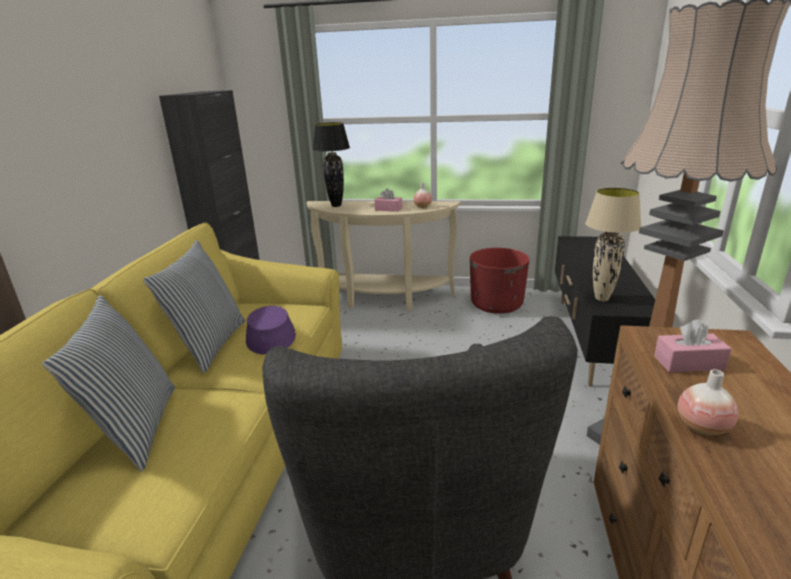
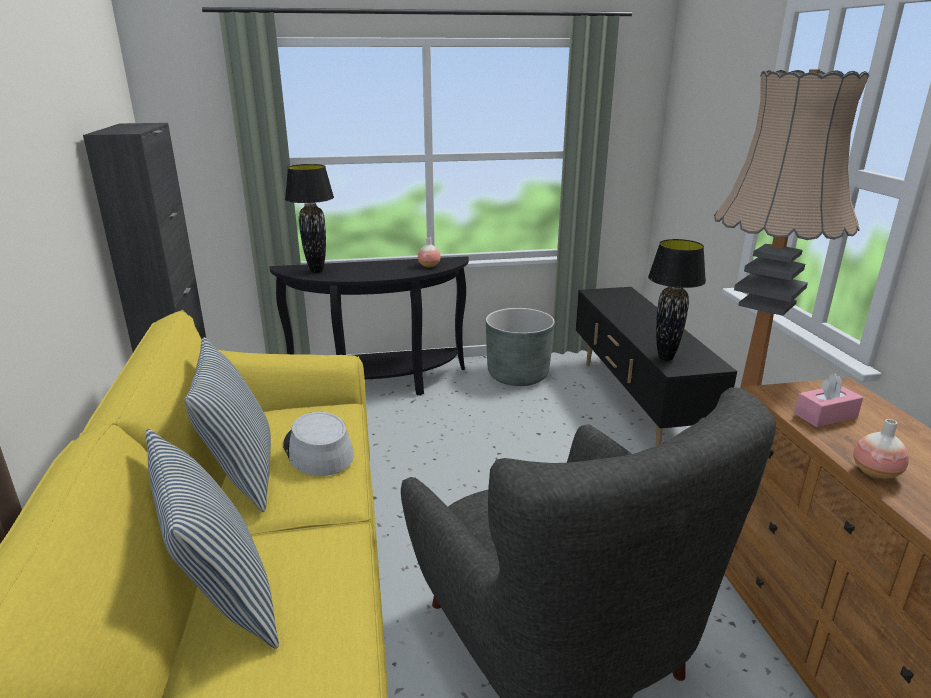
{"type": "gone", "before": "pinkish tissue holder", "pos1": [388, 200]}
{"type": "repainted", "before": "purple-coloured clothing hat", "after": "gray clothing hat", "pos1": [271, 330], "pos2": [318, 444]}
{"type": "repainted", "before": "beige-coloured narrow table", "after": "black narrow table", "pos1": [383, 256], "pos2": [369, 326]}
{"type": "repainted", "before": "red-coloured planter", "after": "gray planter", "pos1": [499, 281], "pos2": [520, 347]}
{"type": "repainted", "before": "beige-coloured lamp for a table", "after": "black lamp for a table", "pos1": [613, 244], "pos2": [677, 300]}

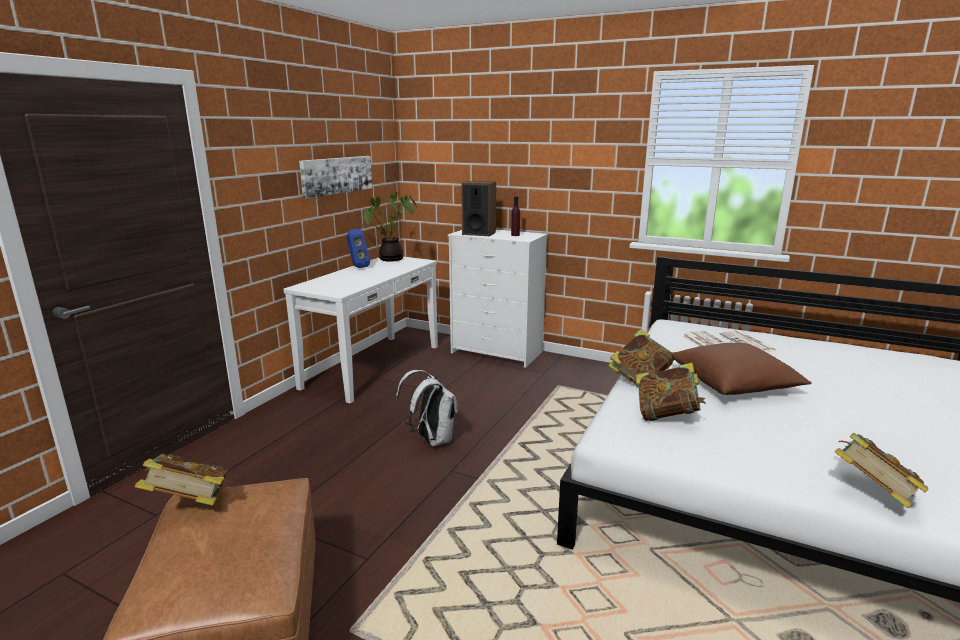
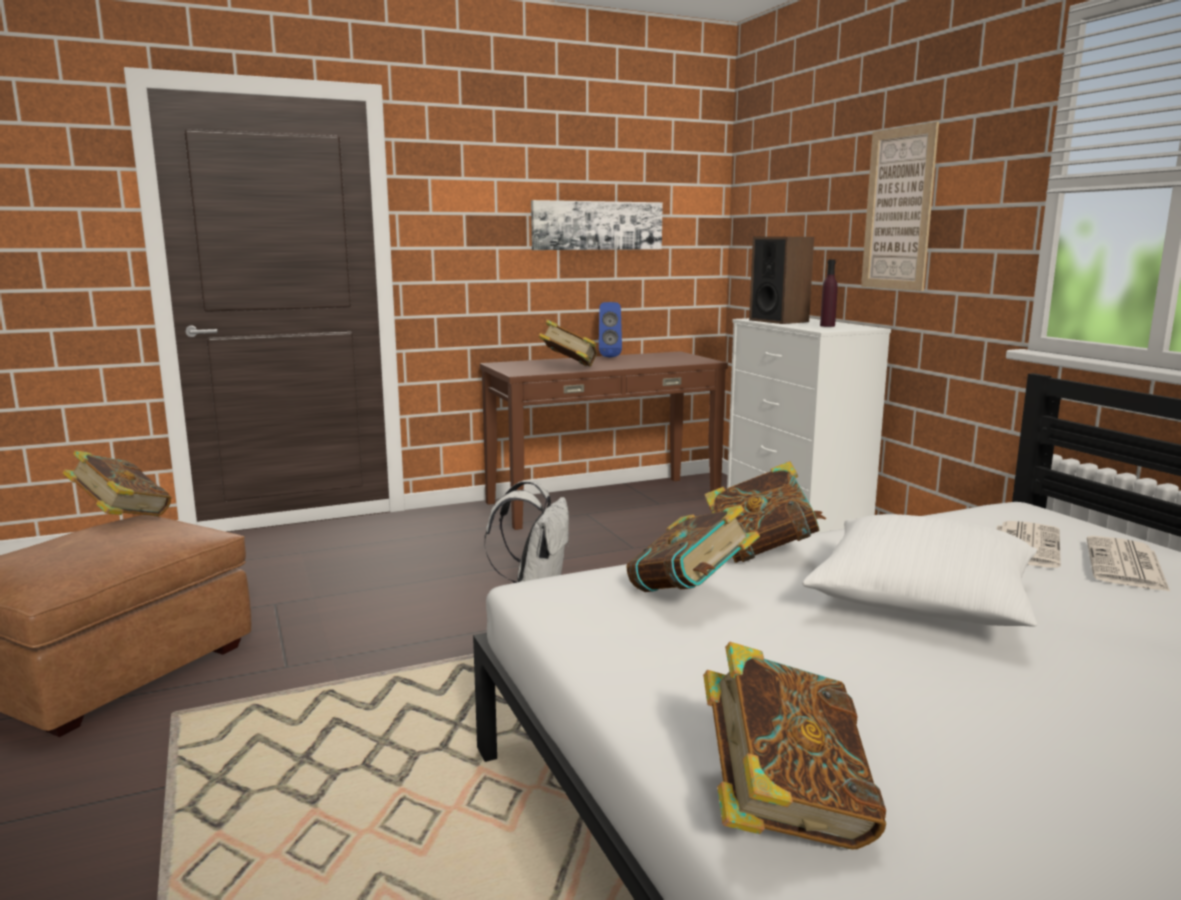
{"type": "gone", "before": "potted plant", "pos1": [389, 226]}
{"type": "new", "after": "bound book", "pos2": [567, 343]}
{"type": "new", "after": "wall picture", "pos2": [900, 206]}
{"type": "repainted", "before": "whitish narrow table", "after": "brownish narrow table", "pos1": [360, 330], "pos2": [604, 440]}
{"type": "repainted", "before": "brownish throw pillow", "after": "whitish throw pillow", "pos1": [742, 369], "pos2": [919, 570]}

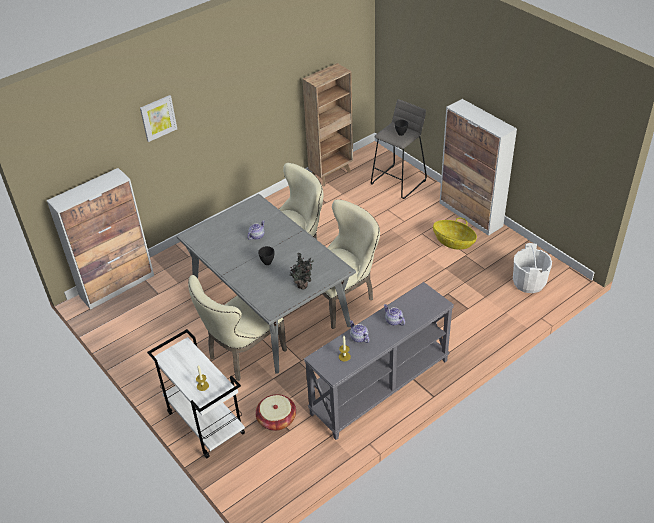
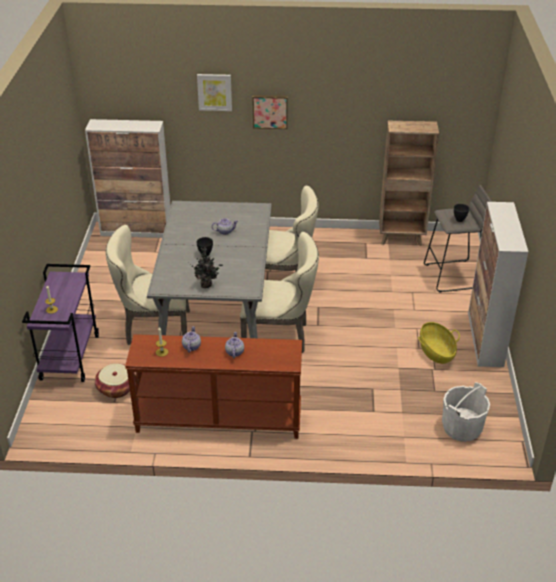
{"type": "new", "after": "wall picture", "pos2": [270, 112]}
{"type": "repainted", "before": "whitish trolley", "after": "purple-coloured trolley", "pos1": [196, 393], "pos2": [60, 323]}
{"type": "repainted", "before": "gray narrow table", "after": "brownish narrow table", "pos1": [379, 361], "pos2": [213, 386]}

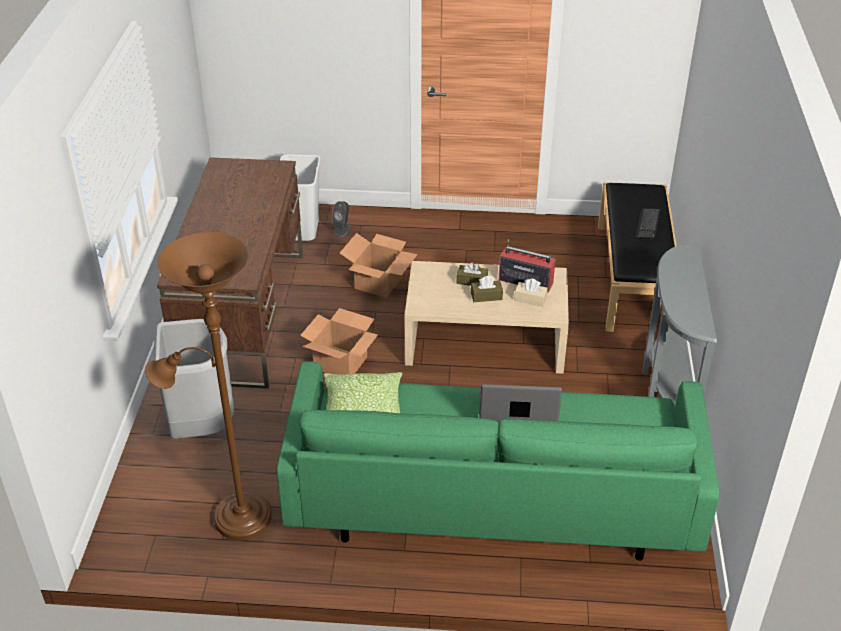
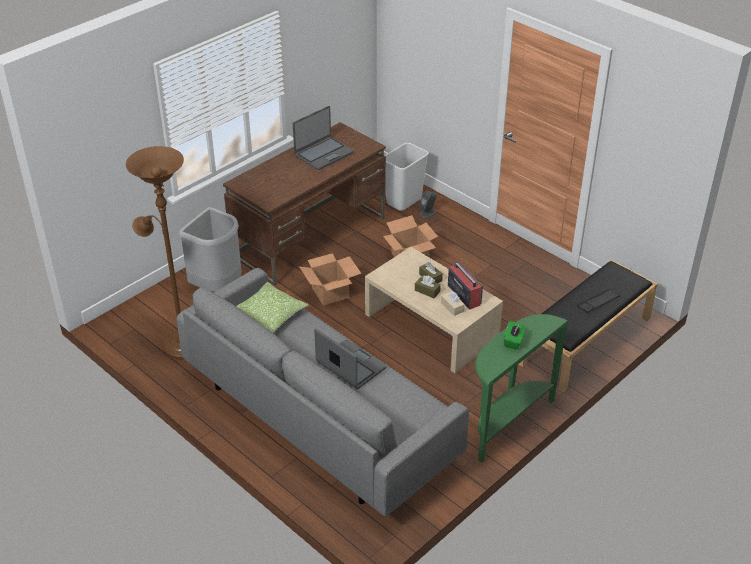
{"type": "new", "after": "laptop", "pos2": [323, 138]}
{"type": "new", "after": "greenish tissue holder", "pos2": [514, 335]}
{"type": "repainted", "before": "greenish sofa", "after": "gray sofa", "pos1": [498, 461], "pos2": [323, 392]}
{"type": "repainted", "before": "gray narrow table", "after": "greenish narrow table", "pos1": [679, 326], "pos2": [522, 388]}

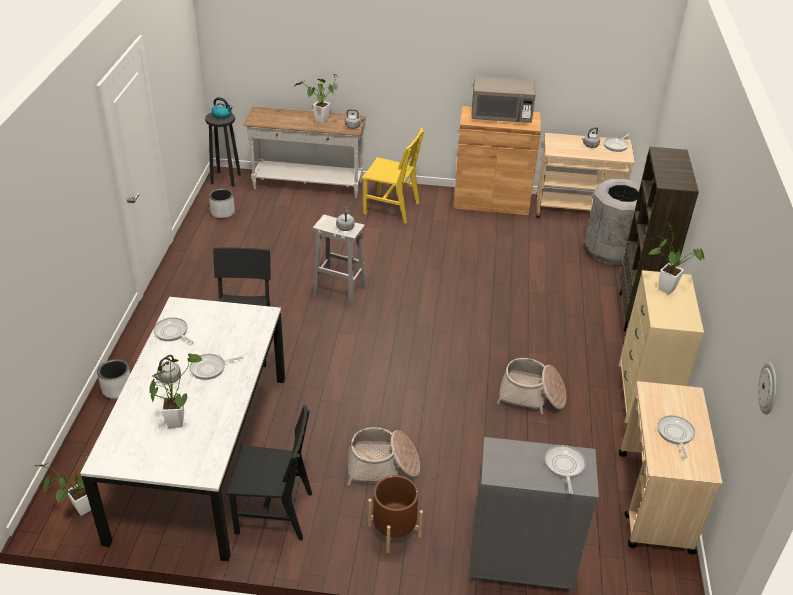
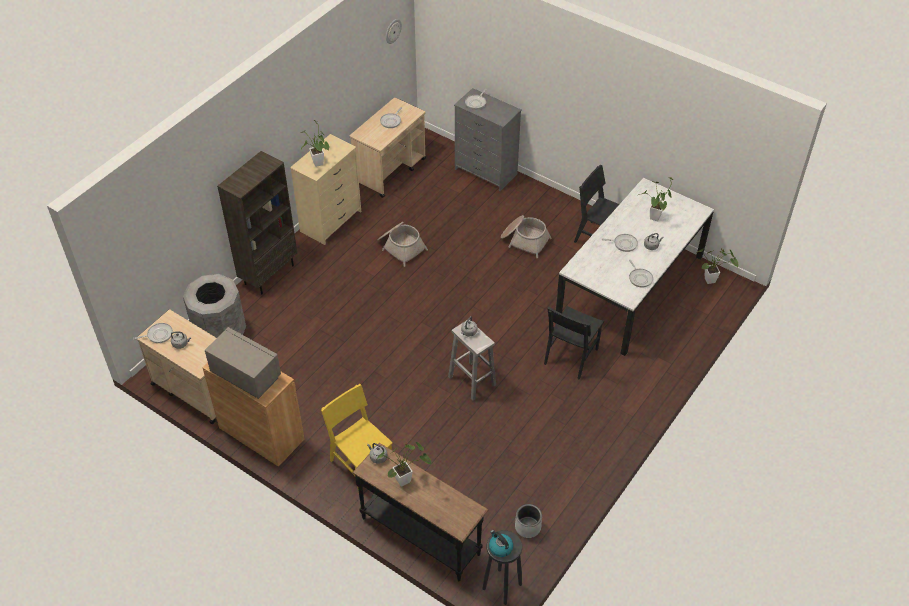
{"type": "gone", "before": "gray planter", "pos1": [113, 379]}
{"type": "gone", "before": "brownish planter", "pos1": [395, 514]}
{"type": "repainted", "before": "whitish narrow table", "after": "black narrow table", "pos1": [304, 152], "pos2": [420, 512]}

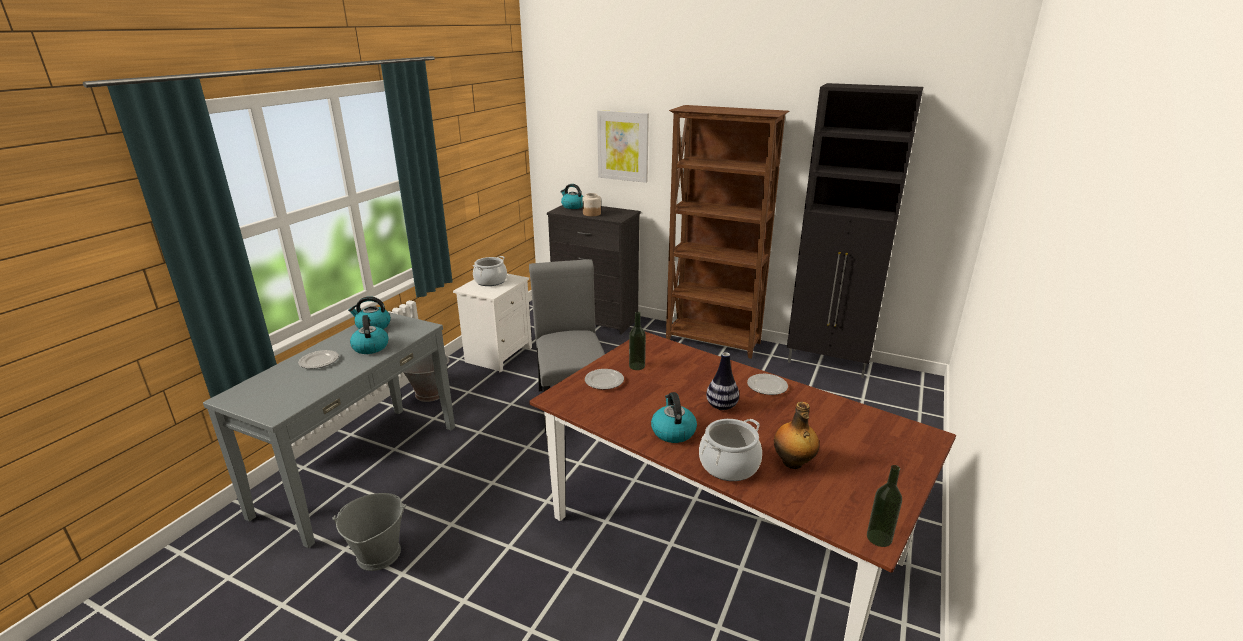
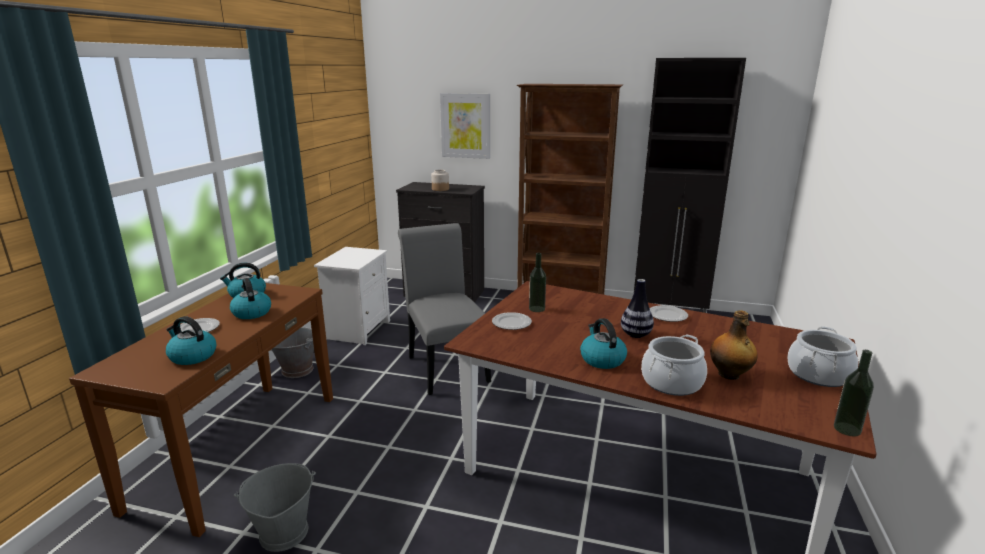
{"type": "shifted", "before": "saucepot", "pos1": [489, 271], "pos2": [822, 356]}
{"type": "shifted", "before": "tea kettle", "pos1": [571, 196], "pos2": [191, 340]}
{"type": "repainted", "before": "gray narrow table", "after": "brownish narrow table", "pos1": [329, 430], "pos2": [201, 410]}

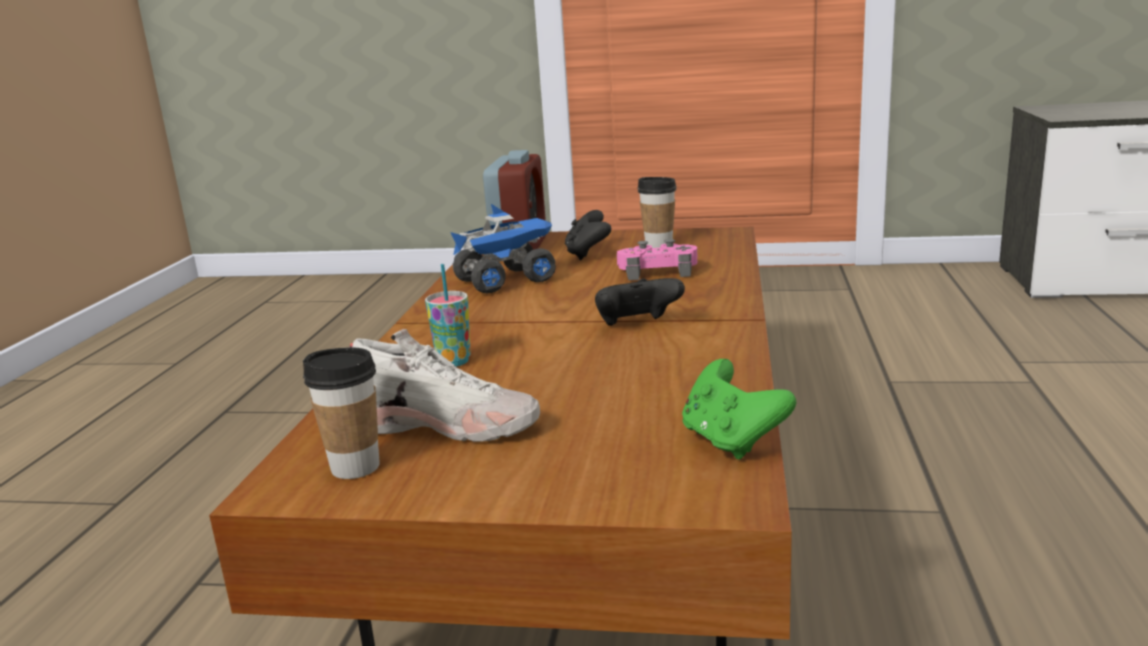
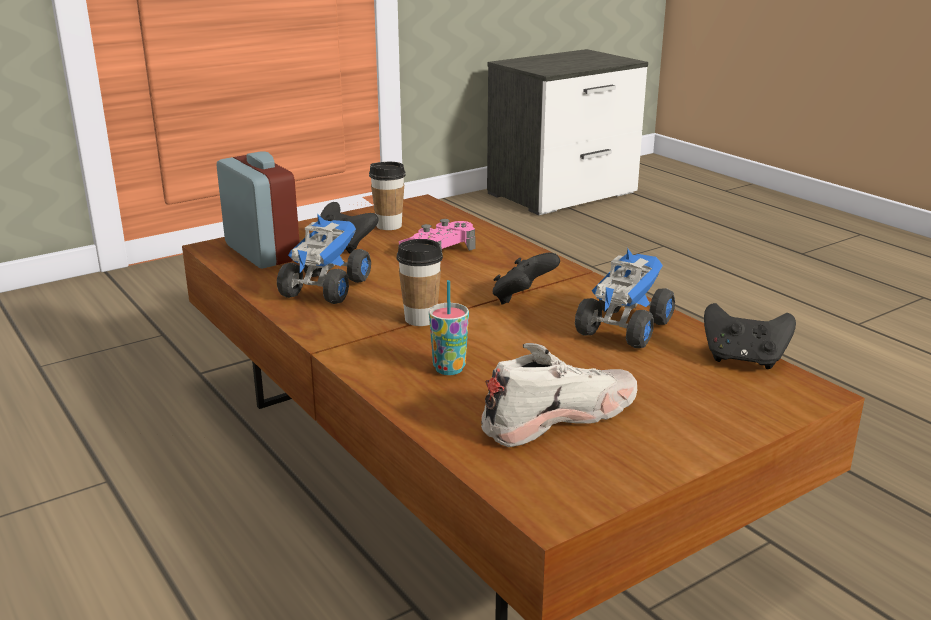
{"type": "new", "after": "toy lorry", "pos2": [625, 298]}
{"type": "shifted", "before": "small cup", "pos1": [341, 413], "pos2": [419, 282]}
{"type": "repainted", "before": "greenish game controller", "after": "black game controller", "pos1": [739, 409], "pos2": [750, 336]}

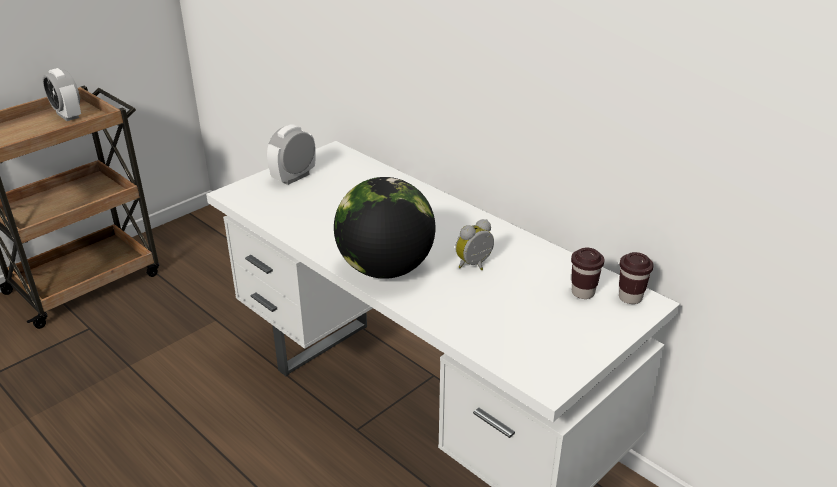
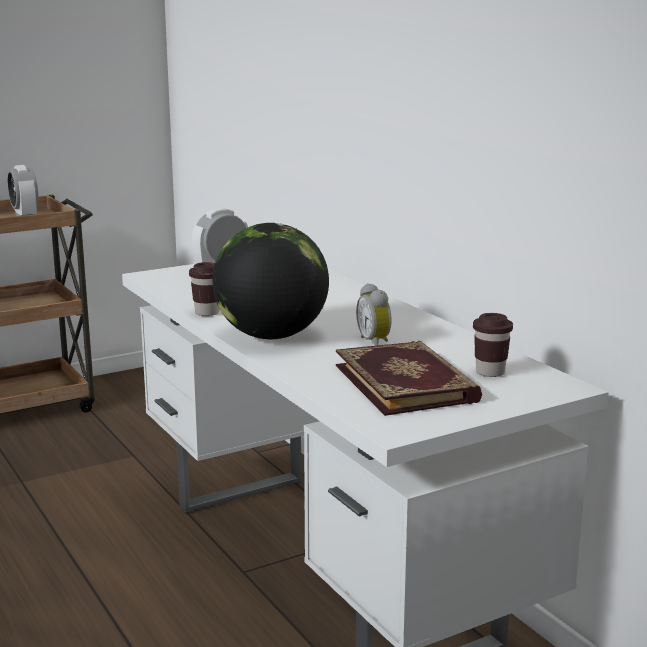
{"type": "new", "after": "bound book", "pos2": [409, 378]}
{"type": "shifted", "before": "brownish small cup", "pos1": [636, 278], "pos2": [204, 289]}
{"type": "rotated", "before": "alarm clock", "pos1": [474, 245], "pos2": [374, 314], "turn": -90}

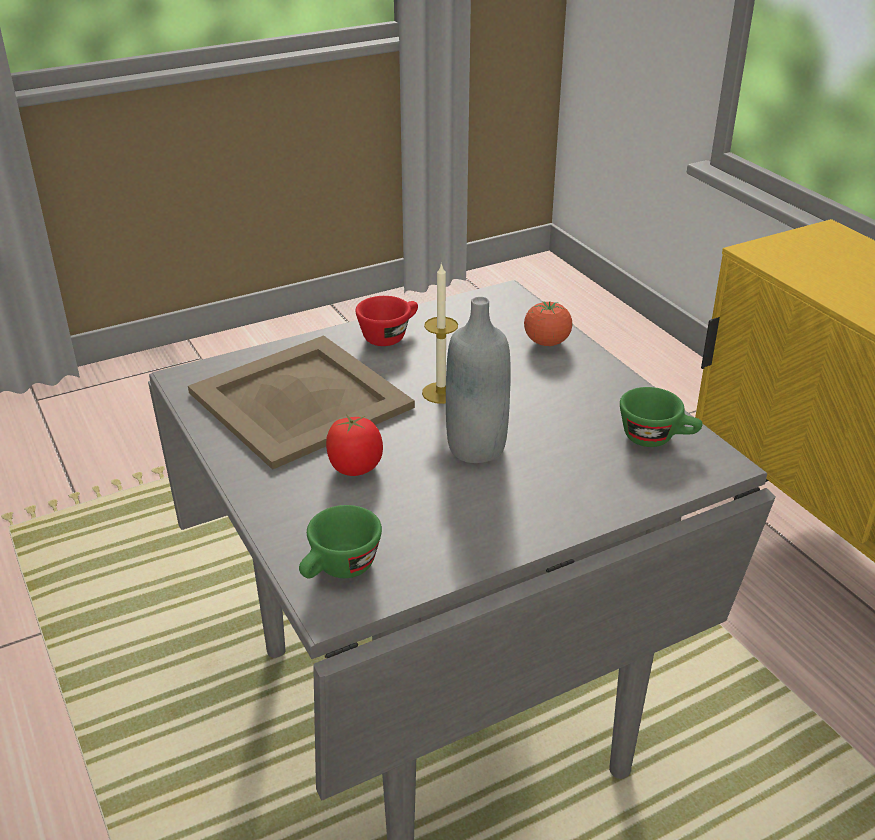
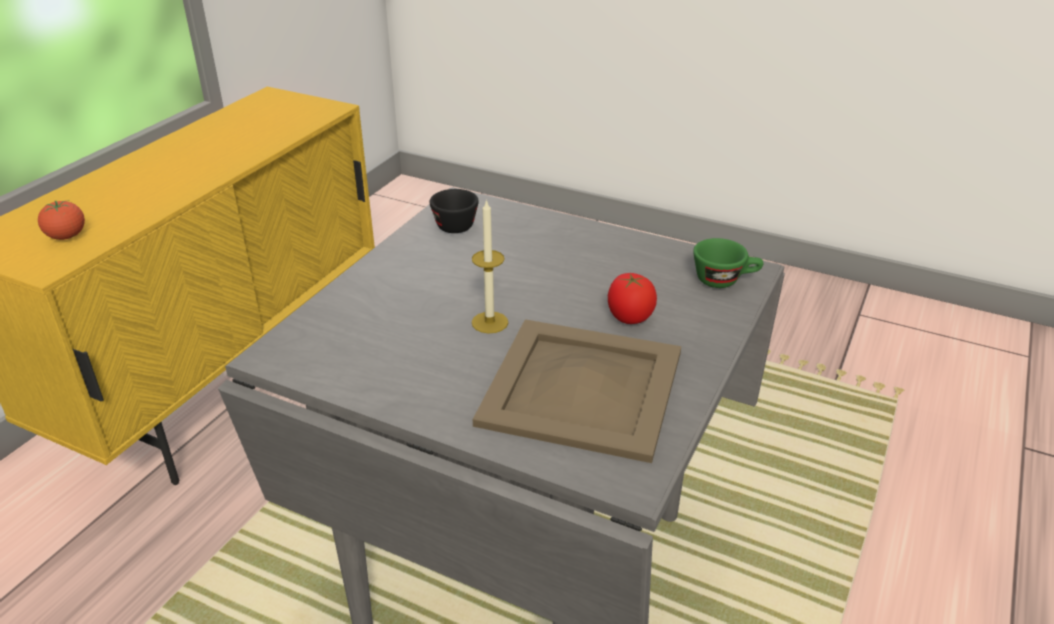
{"type": "gone", "before": "red-coloured small cup", "pos1": [387, 321]}
{"type": "gone", "before": "gray beverage bottle", "pos1": [478, 380]}
{"type": "shifted", "before": "whole tomato", "pos1": [548, 323], "pos2": [61, 220]}
{"type": "repainted", "before": "greenish small cup", "after": "black small cup", "pos1": [661, 417], "pos2": [454, 211]}

